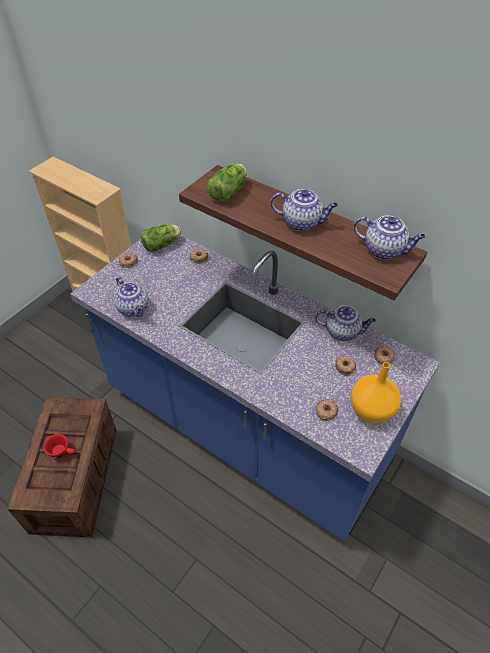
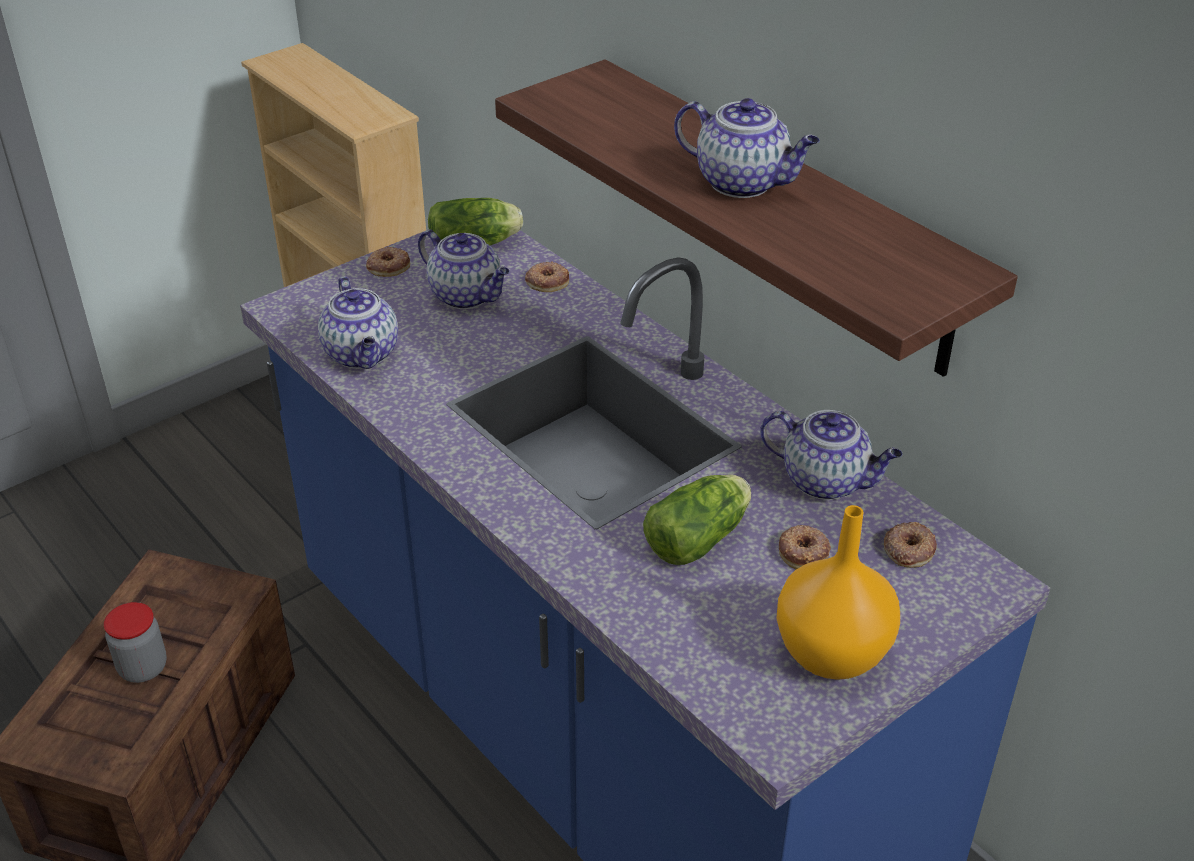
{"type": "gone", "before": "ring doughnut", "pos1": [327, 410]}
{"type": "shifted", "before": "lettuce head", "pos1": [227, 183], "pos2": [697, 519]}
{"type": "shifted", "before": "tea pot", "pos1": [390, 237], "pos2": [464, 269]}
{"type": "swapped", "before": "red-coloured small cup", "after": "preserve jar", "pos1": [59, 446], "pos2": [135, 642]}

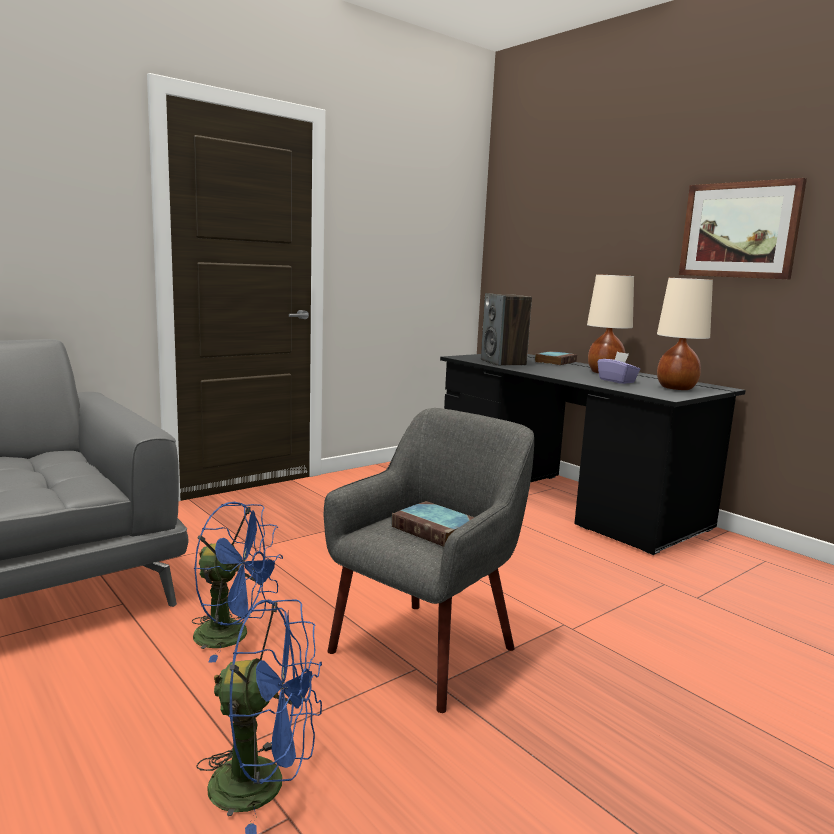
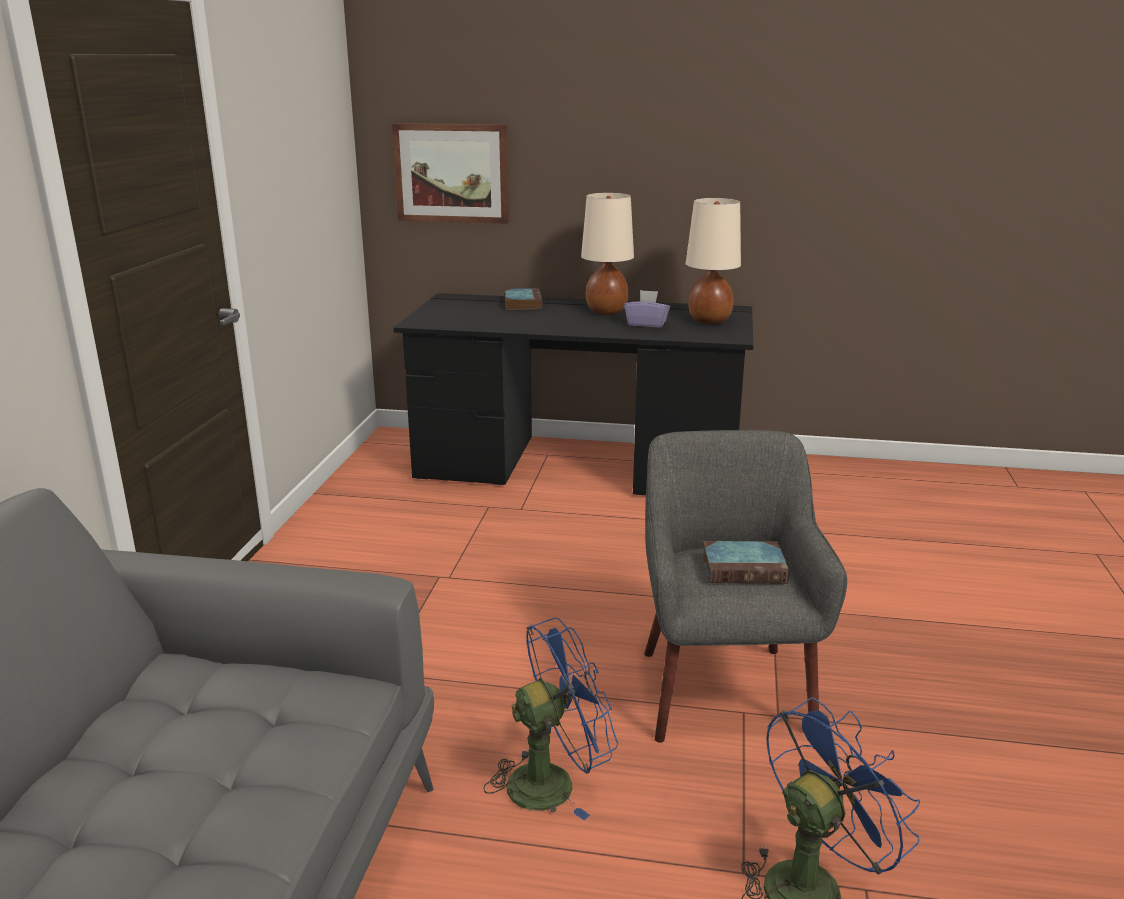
{"type": "gone", "before": "audio speaker", "pos1": [506, 329]}
{"type": "shifted", "before": "wall picture", "pos1": [743, 229], "pos2": [450, 173]}

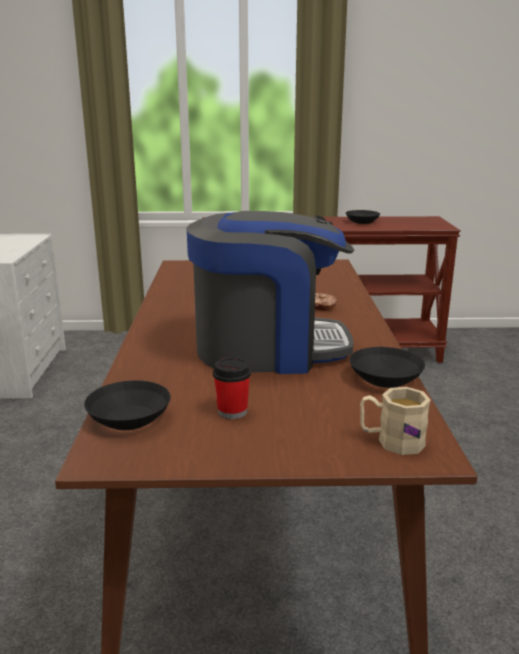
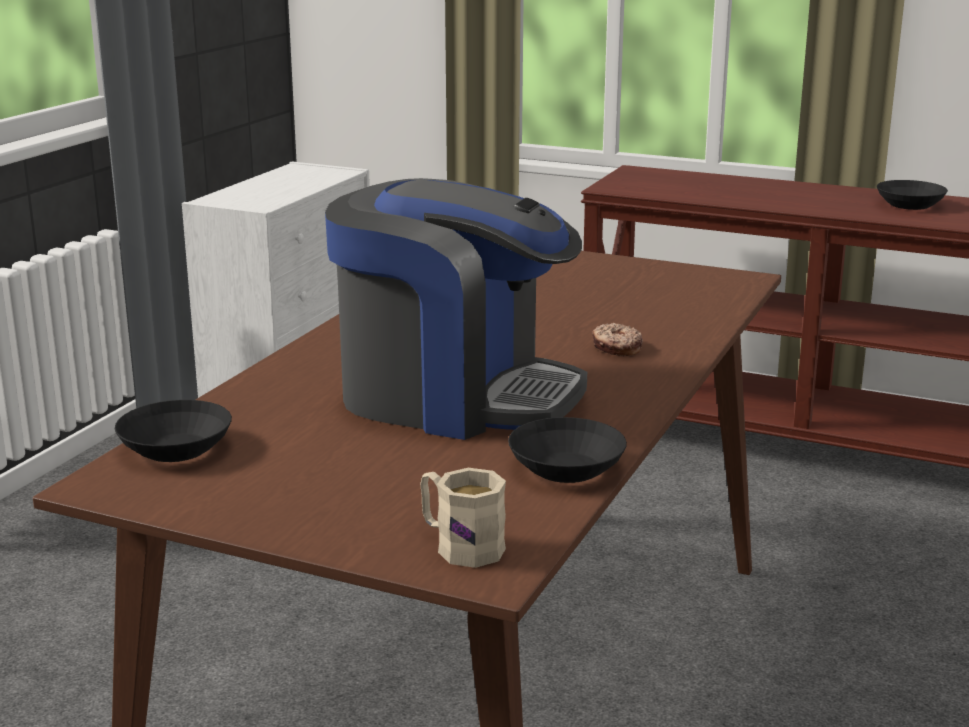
{"type": "gone", "before": "small cup", "pos1": [232, 388]}

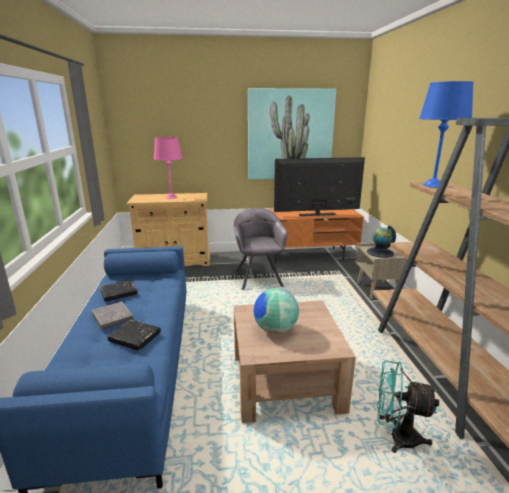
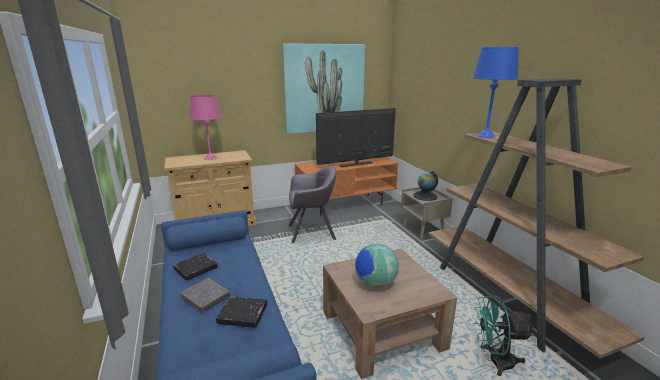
{"type": "rotated", "before": "gray armchair", "pos1": [261, 249], "pos2": [312, 204], "turn": 105}

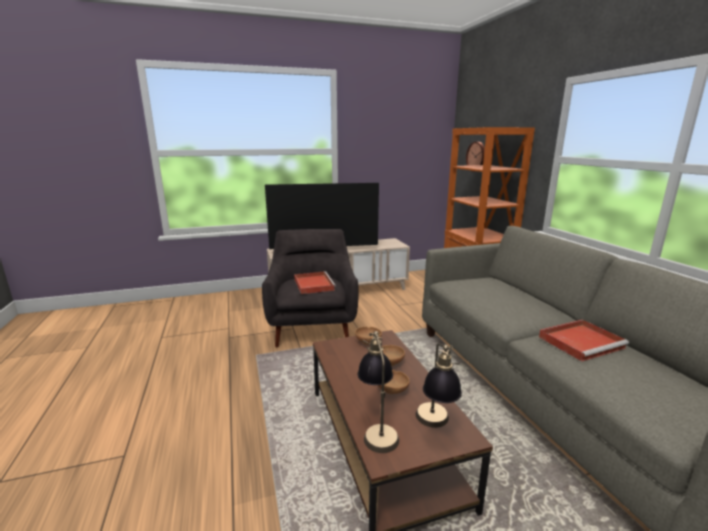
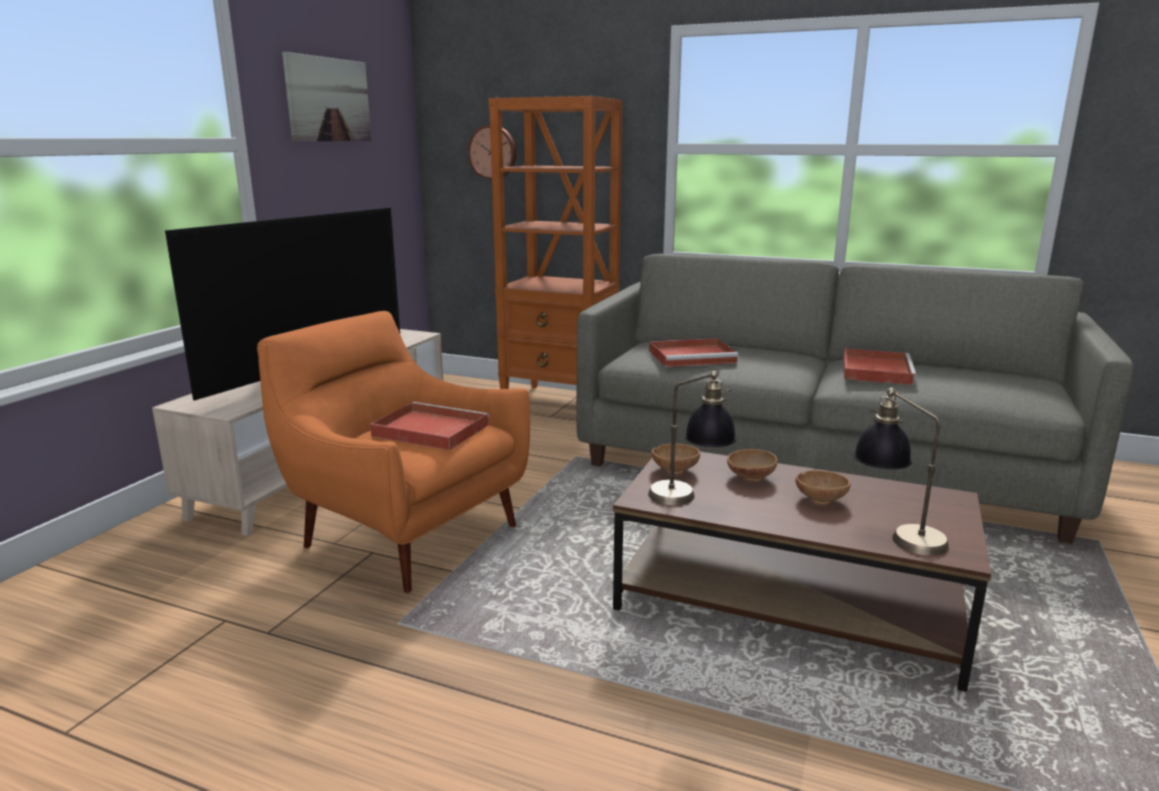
{"type": "new", "after": "wall picture", "pos2": [326, 96]}
{"type": "new", "after": "red-coloured tray", "pos2": [694, 352]}
{"type": "shifted", "before": "lamp for a table", "pos1": [439, 385], "pos2": [692, 437]}
{"type": "repainted", "before": "gray armchair", "after": "orangey armchair", "pos1": [310, 288], "pos2": [393, 452]}

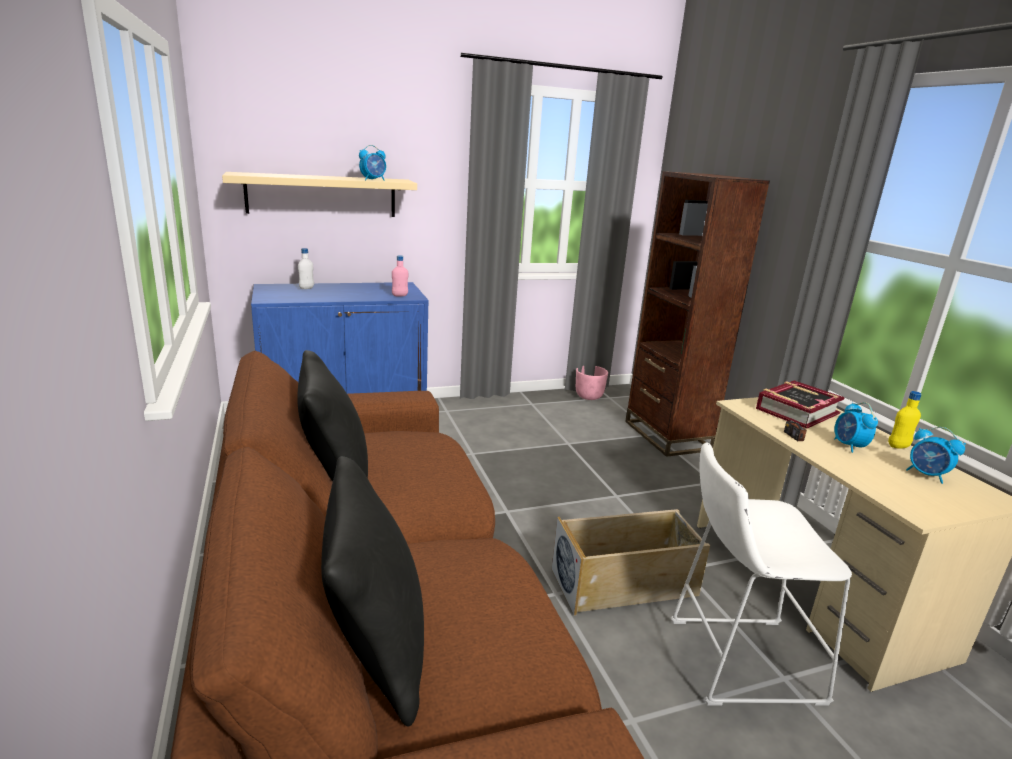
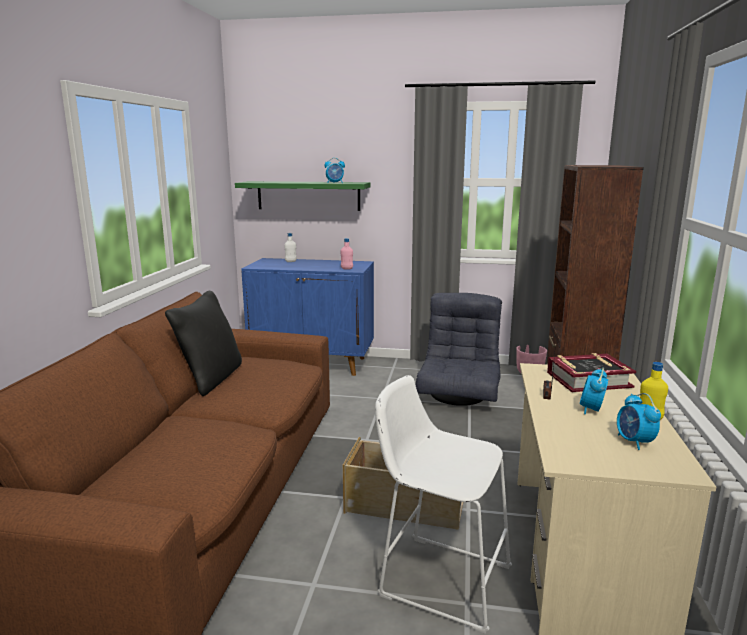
{"type": "gone", "before": "black throw pillow", "pos1": [372, 591]}
{"type": "new", "after": "gray armchair", "pos2": [459, 349]}
{"type": "repainted", "before": "beige-coloured shelf", "after": "greenish shelf", "pos1": [319, 194], "pos2": [302, 196]}

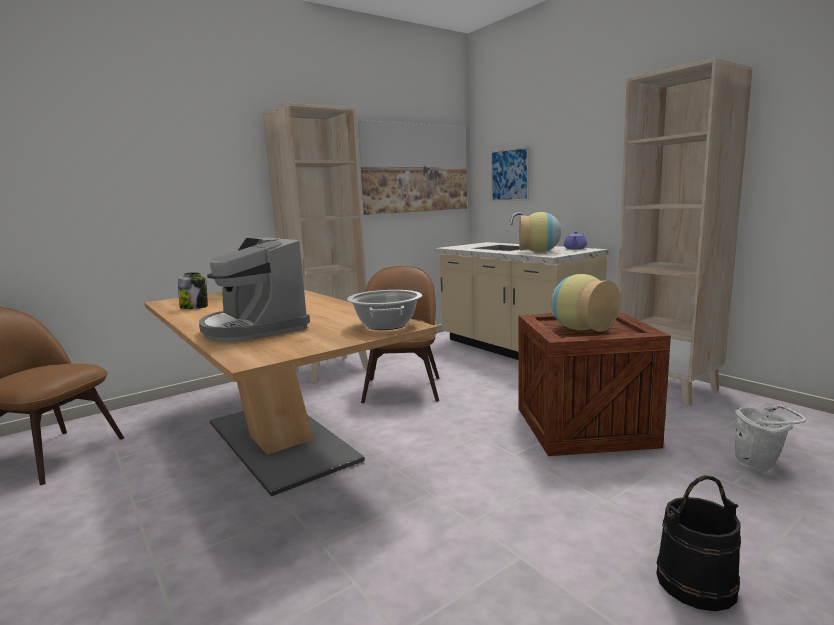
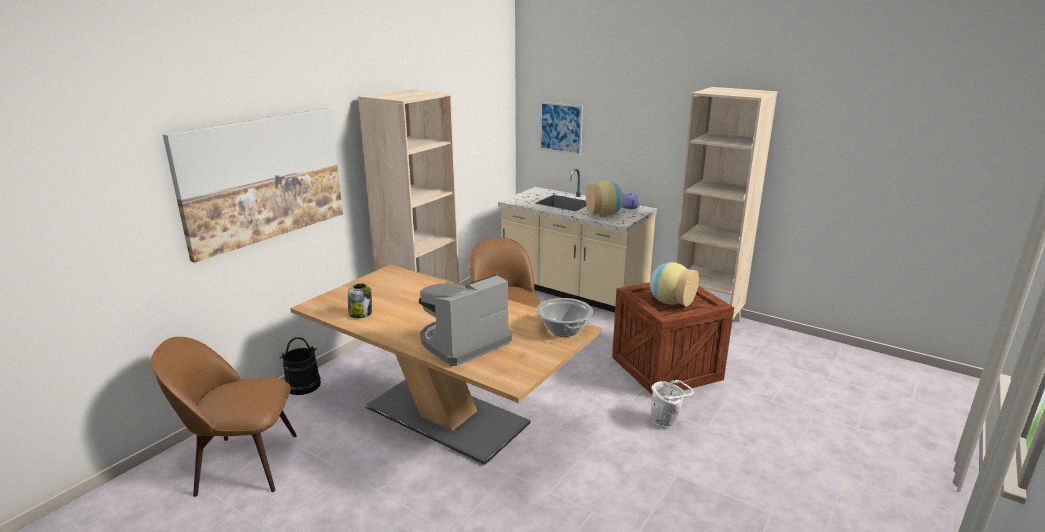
{"type": "shifted", "before": "wall picture", "pos1": [412, 167], "pos2": [253, 186]}
{"type": "shifted", "before": "black pail", "pos1": [698, 543], "pos2": [300, 366]}
{"type": "shifted", "before": "whitish pail", "pos1": [770, 438], "pos2": [672, 404]}
{"type": "rotated", "before": "coffee brewer", "pos1": [254, 290], "pos2": [465, 320], "turn": 105}

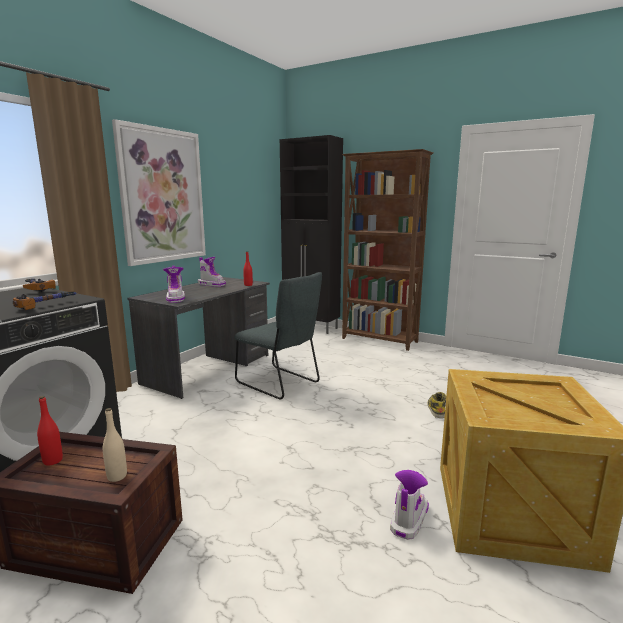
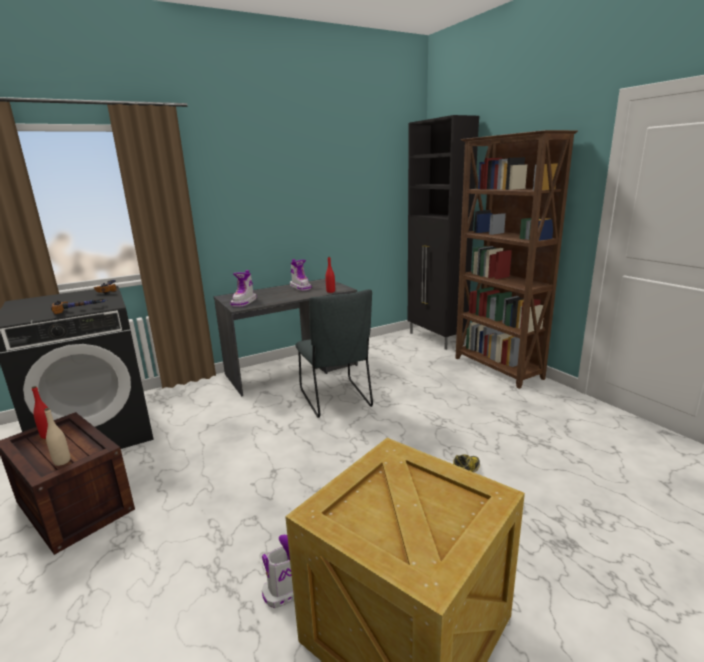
{"type": "gone", "before": "wall picture", "pos1": [159, 192]}

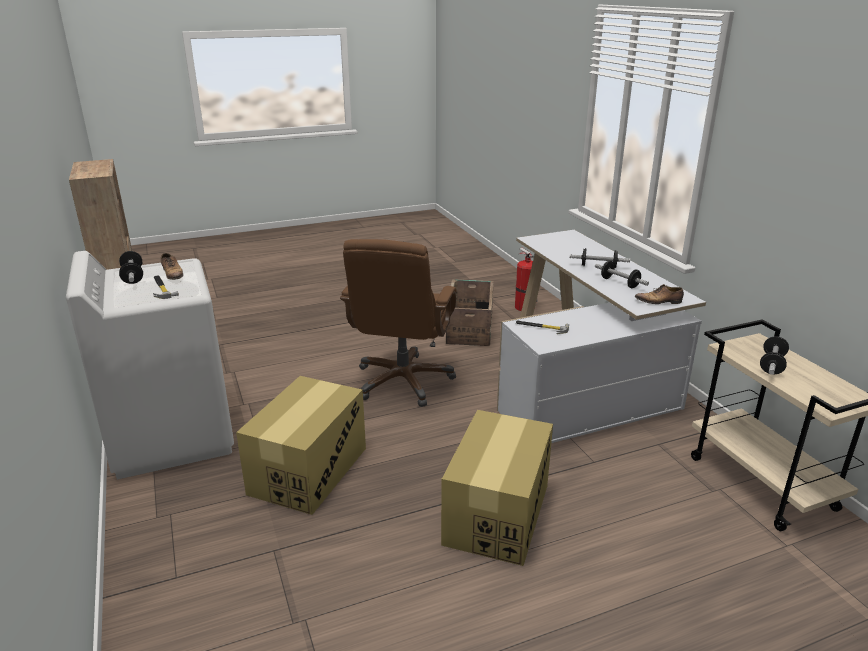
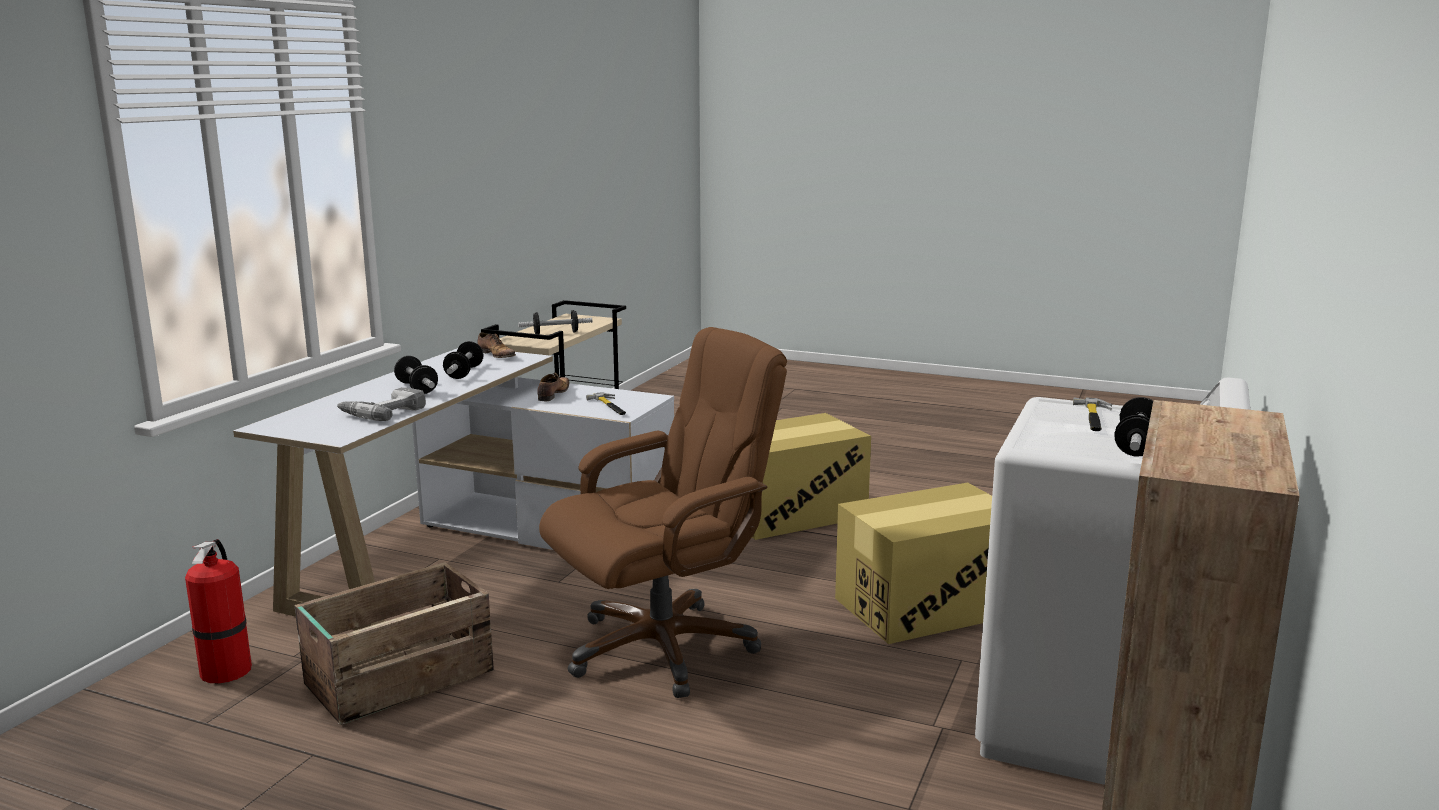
{"type": "new", "after": "electric drill", "pos2": [381, 404]}
{"type": "shifted", "before": "item of footwear", "pos1": [172, 266], "pos2": [553, 387]}

